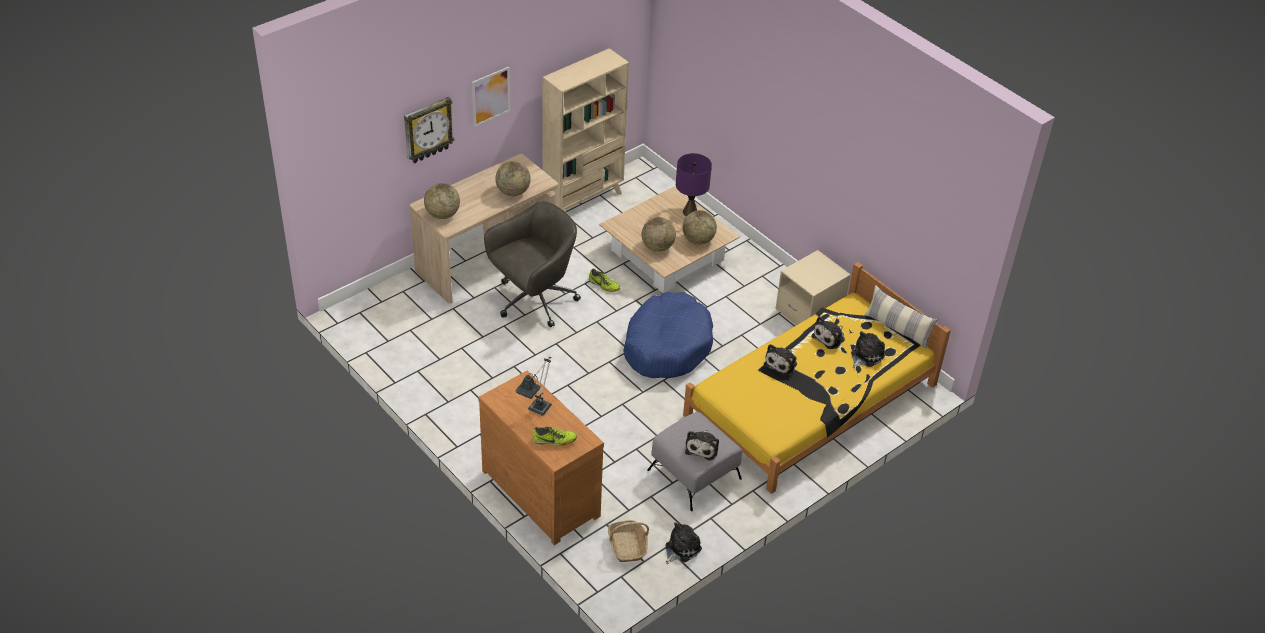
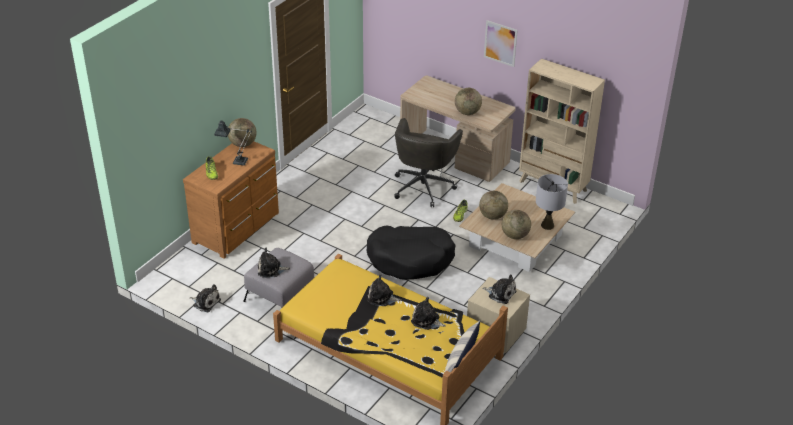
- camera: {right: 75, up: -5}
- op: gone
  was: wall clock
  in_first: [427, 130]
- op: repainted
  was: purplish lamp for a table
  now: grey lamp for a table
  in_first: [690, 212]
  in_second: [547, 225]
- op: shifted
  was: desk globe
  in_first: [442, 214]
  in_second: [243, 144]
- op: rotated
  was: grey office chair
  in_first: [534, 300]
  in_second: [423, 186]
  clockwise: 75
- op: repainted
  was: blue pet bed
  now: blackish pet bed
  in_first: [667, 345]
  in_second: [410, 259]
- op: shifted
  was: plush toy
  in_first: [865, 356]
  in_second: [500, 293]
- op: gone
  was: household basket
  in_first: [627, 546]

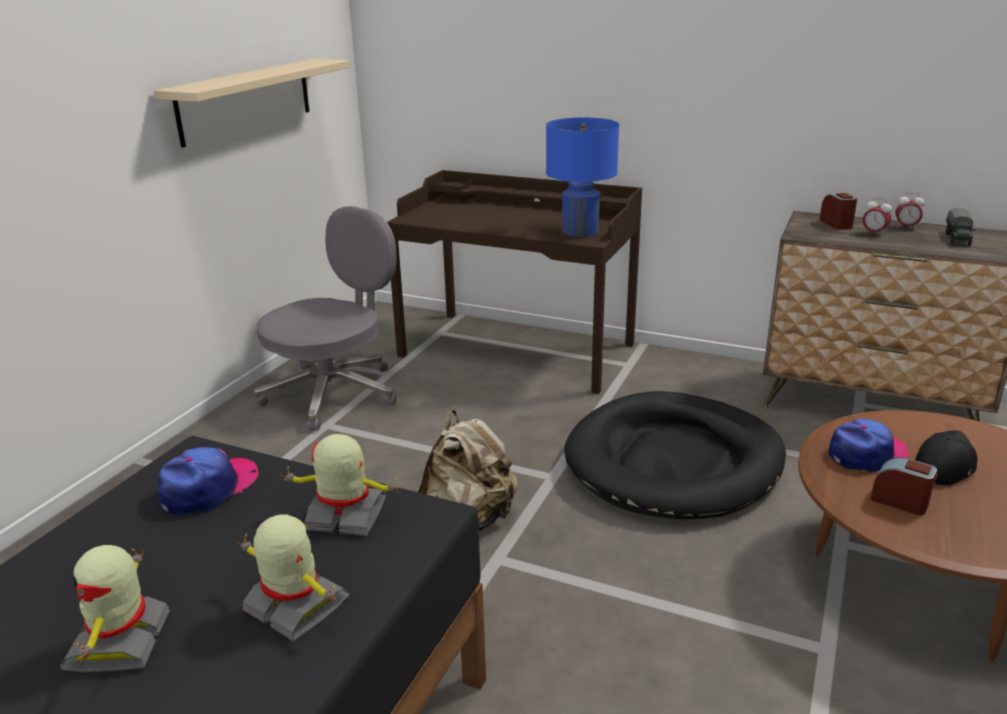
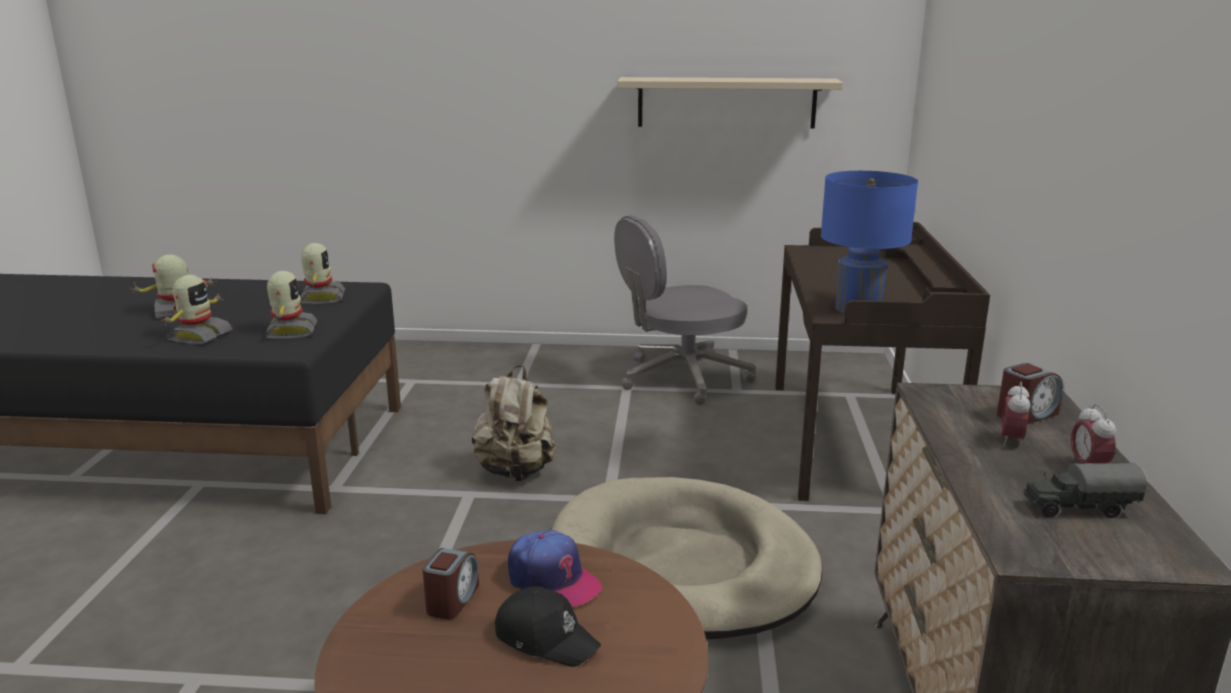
- camera: {right: 70, up: -5}
- op: rotated
  was: grey office chair
  in_first: [334, 393]
  in_second: [681, 378]
  clockwise: 135
- op: repainted
  was: blackish pet bed
  now: beige pet bed
  in_first: [674, 462]
  in_second: [682, 565]
- op: swapped
  was: peaked cap
  now: robot figure
  in_first: [209, 488]
  in_second: [321, 298]

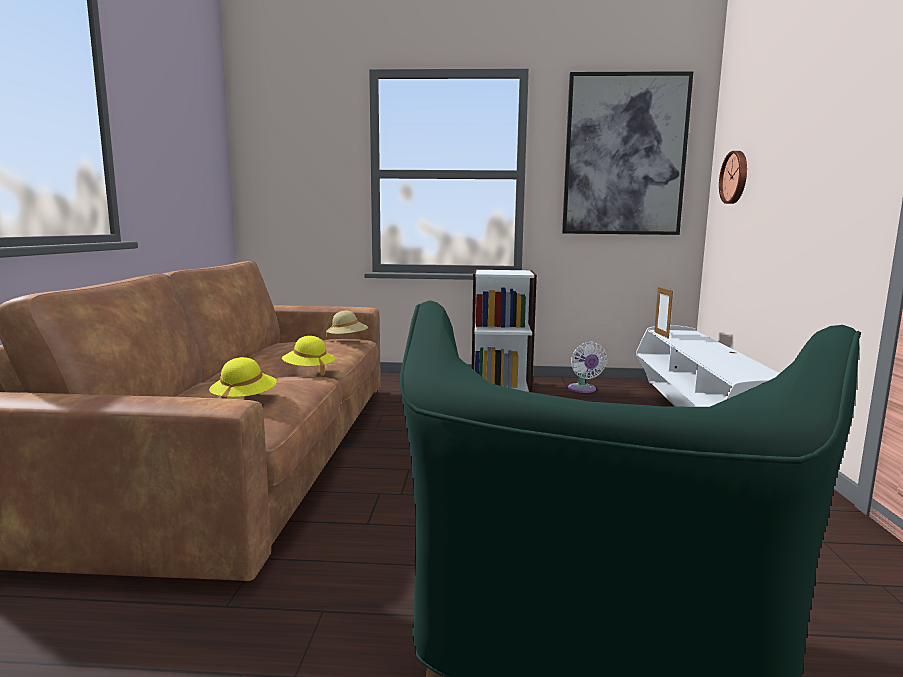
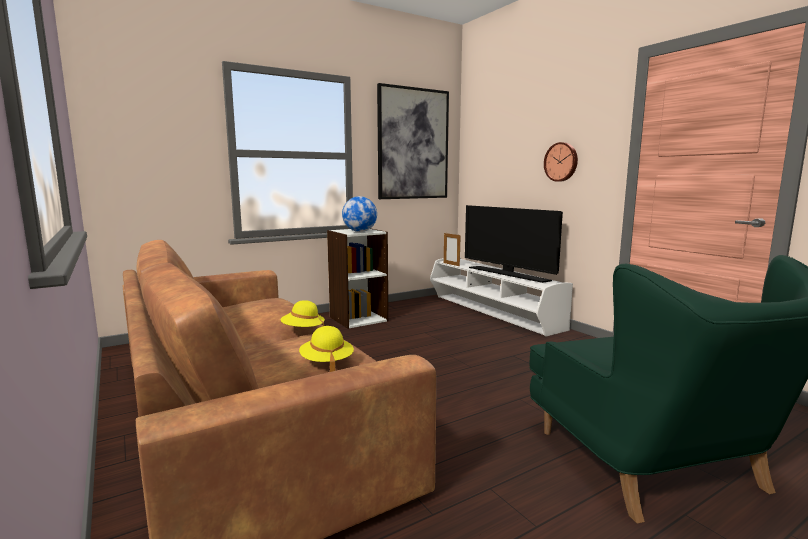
- camera: {right: -35, up: 0}
- op: shifted
  was: wall clock
  in_first: [735, 177]
  in_second: [561, 162]
- op: gone
  was: beige clothing hat
  in_first: [347, 339]
- op: gone
  was: whitish cooling fan
  in_first: [583, 390]
- op: new
  now: desk globe
  in_second: [360, 231]
- op: new
  now: television
  in_second: [508, 274]

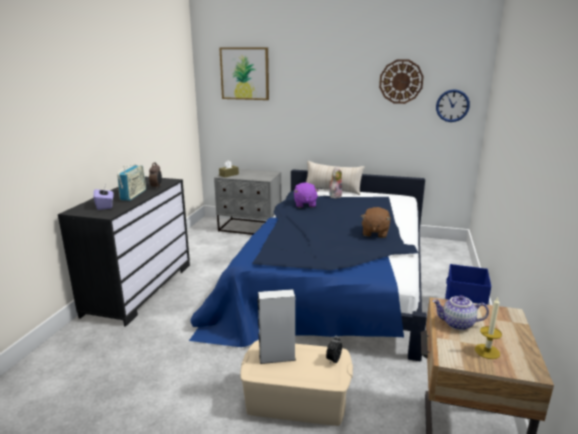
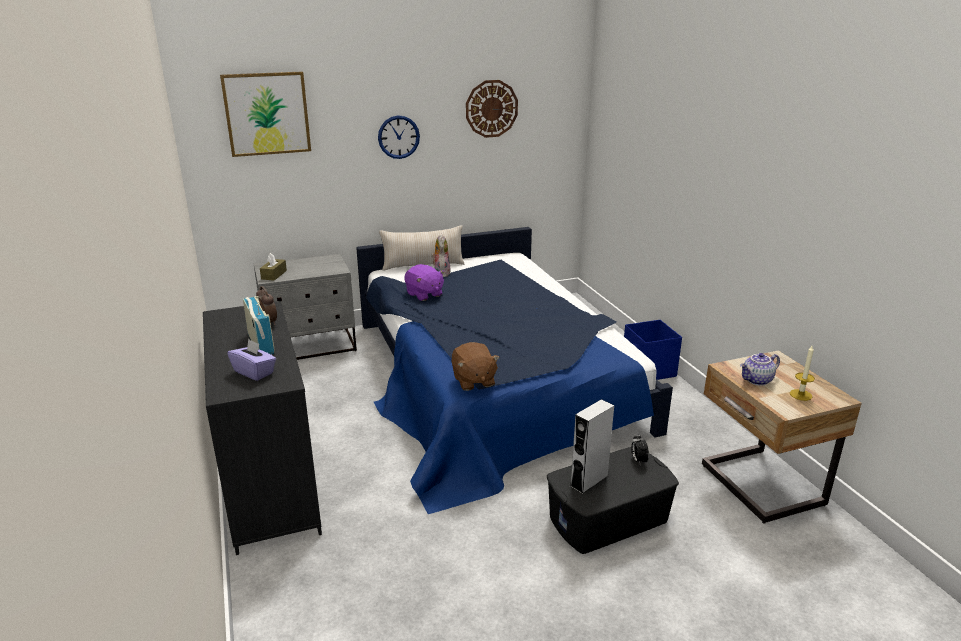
- camera: {right: -35, up: 5}
- op: shifted
  was: wall clock
  in_first: [452, 105]
  in_second: [398, 137]
- op: shifted
  was: brown plush toy
  in_first: [374, 233]
  in_second: [473, 381]
- op: repainted
  was: beige storage box
  now: blackish storage box
  in_first: [296, 400]
  in_second: [609, 519]

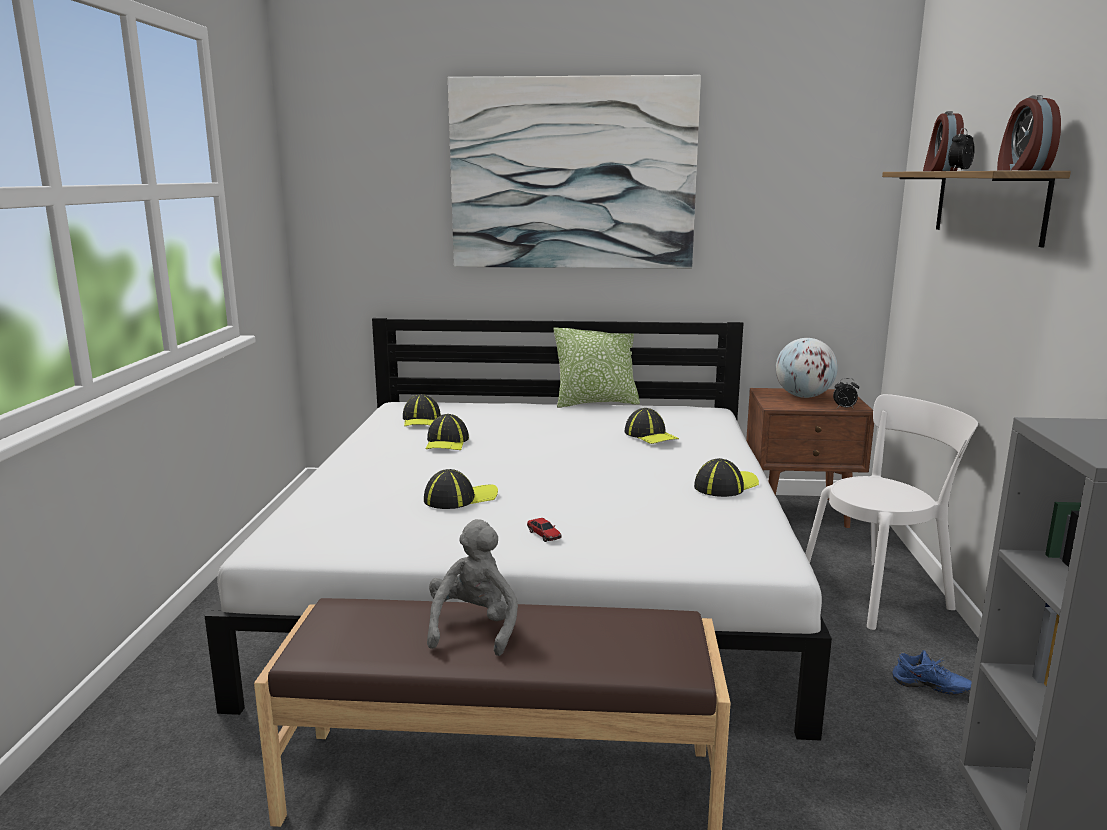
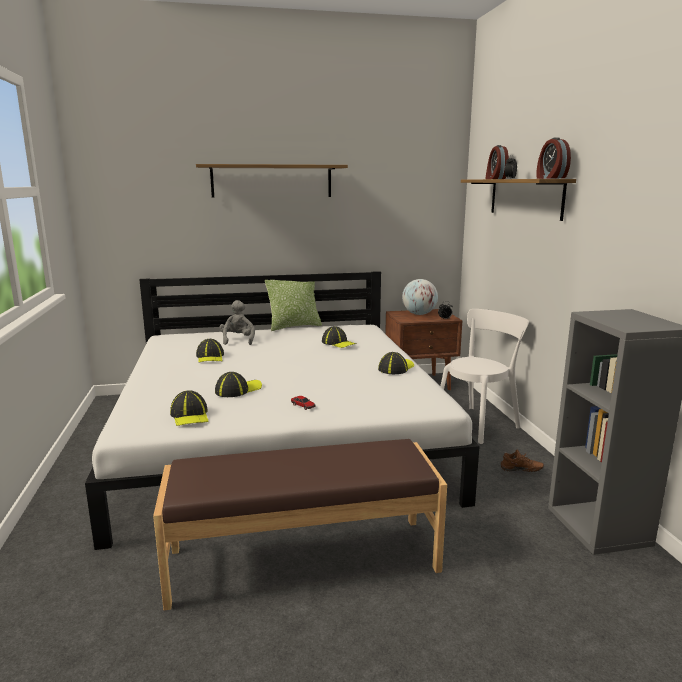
- camera: {right: -15, up: 0}
- op: swapped
  was: wall art
  now: bracket shelf
  in_first: [572, 174]
  in_second: [272, 181]
- op: shifted
  was: peaked cap
  in_first: [421, 420]
  in_second: [190, 416]
- op: shifted
  was: grey plush toy
  in_first: [474, 627]
  in_second: [238, 340]
- op: repainted
  was: blue low shoe
  now: brown low shoe
  in_first: [929, 689]
  in_second: [521, 470]

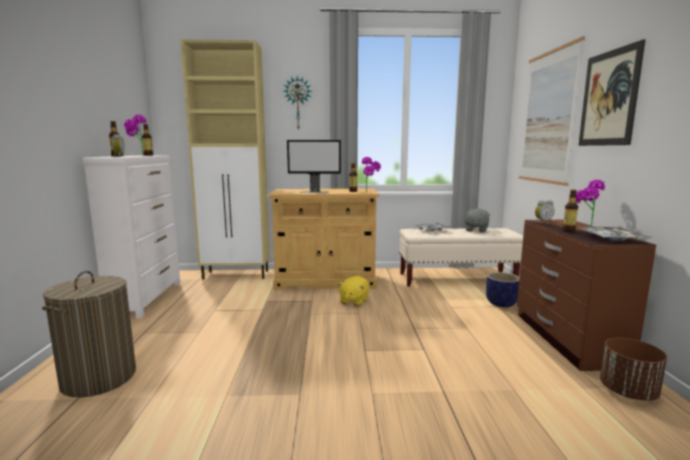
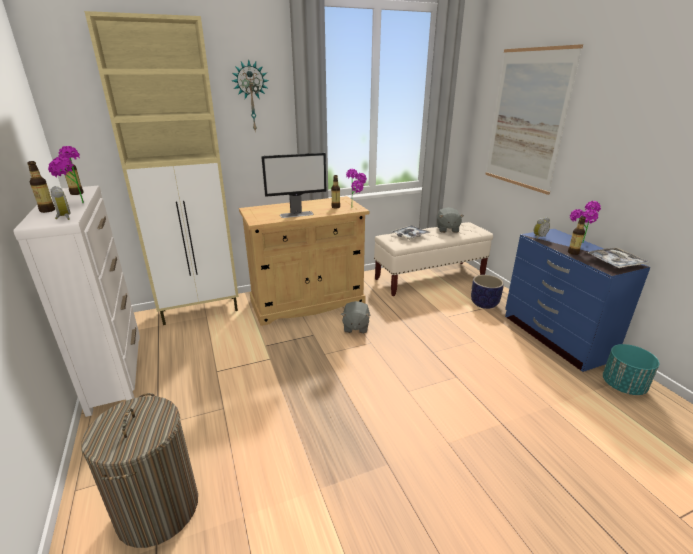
- camera: {right: -20, up: 15}
- op: gone
  was: wall art
  in_first: [608, 98]
- op: repainted
  was: brown drawer chest
  now: blue drawer chest
  in_first: [566, 339]
  in_second: [555, 337]
- op: repainted
  was: yellowish plush toy
  now: grey plush toy
  in_first: [353, 301]
  in_second: [355, 327]
- op: repainted
  was: brown planter
  now: turquoise-coloured planter
  in_first: [628, 392]
  in_second: [623, 386]

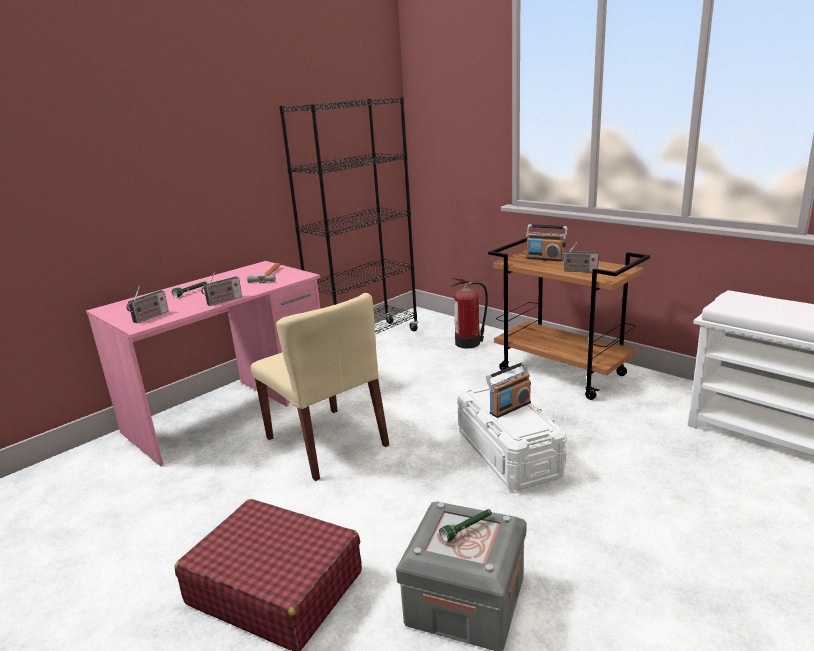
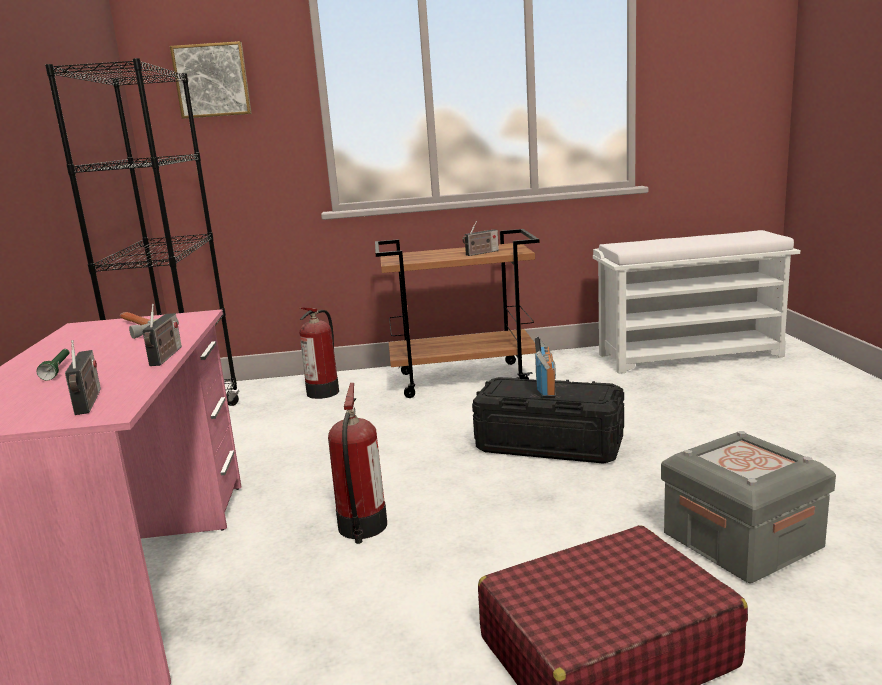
- camera: {right: -50, up: -5}
- op: gone
  was: radio
  in_first: [545, 258]
- op: swapped
  was: beige upright chair
  now: fire extinguisher
  in_first: [327, 442]
  in_second: [362, 527]
- op: repainted
  was: whitish storage box
  now: blackish storage box
  in_first: [508, 453]
  in_second: [549, 444]
- op: gone
  was: greenish flashlight
  in_first: [467, 529]
- op: new
  now: wall art
  in_second: [212, 80]

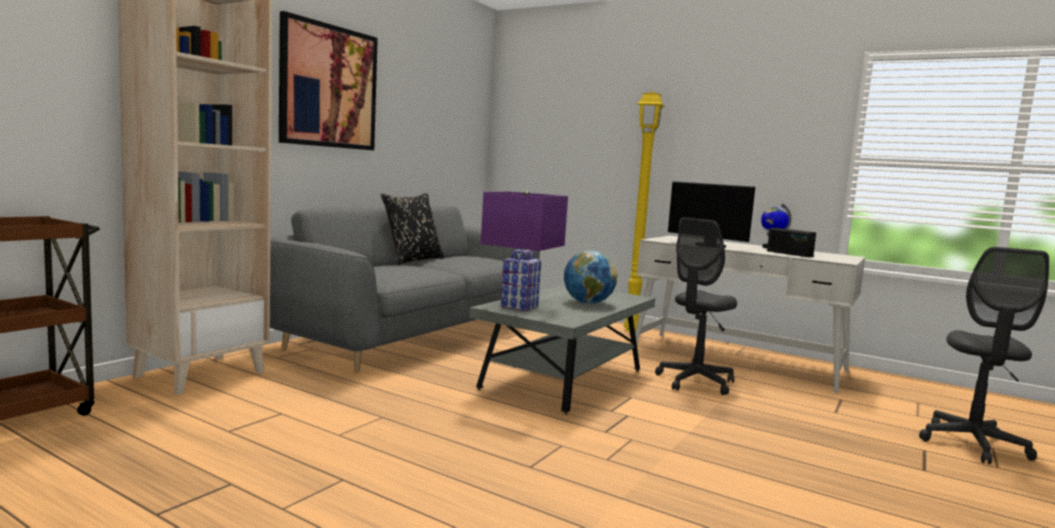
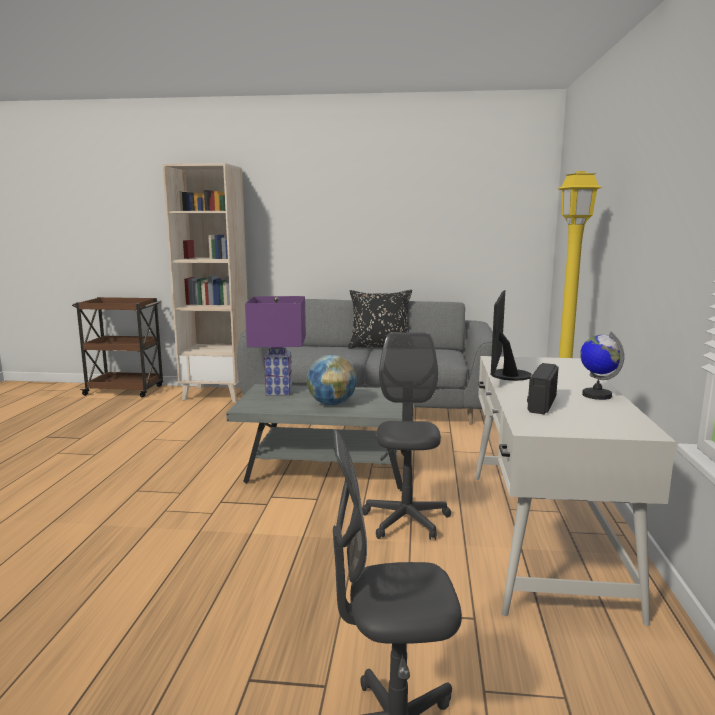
- camera: {right: 65, up: 5}
- op: gone
  was: wall art
  in_first: [329, 87]
- op: rotated
  was: grey office chair
  in_first: [695, 382]
  in_second: [406, 520]
  clockwise: 75

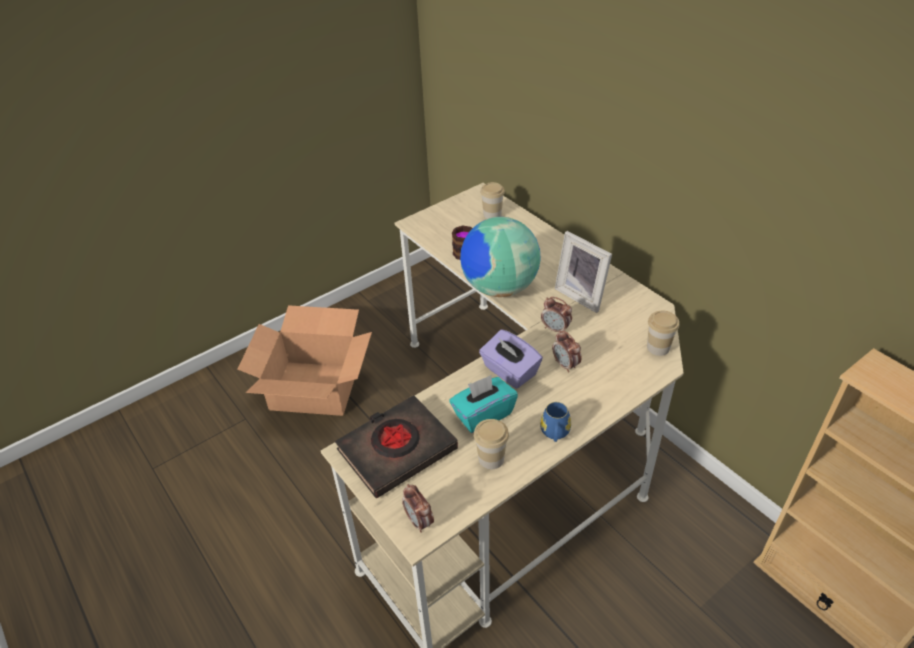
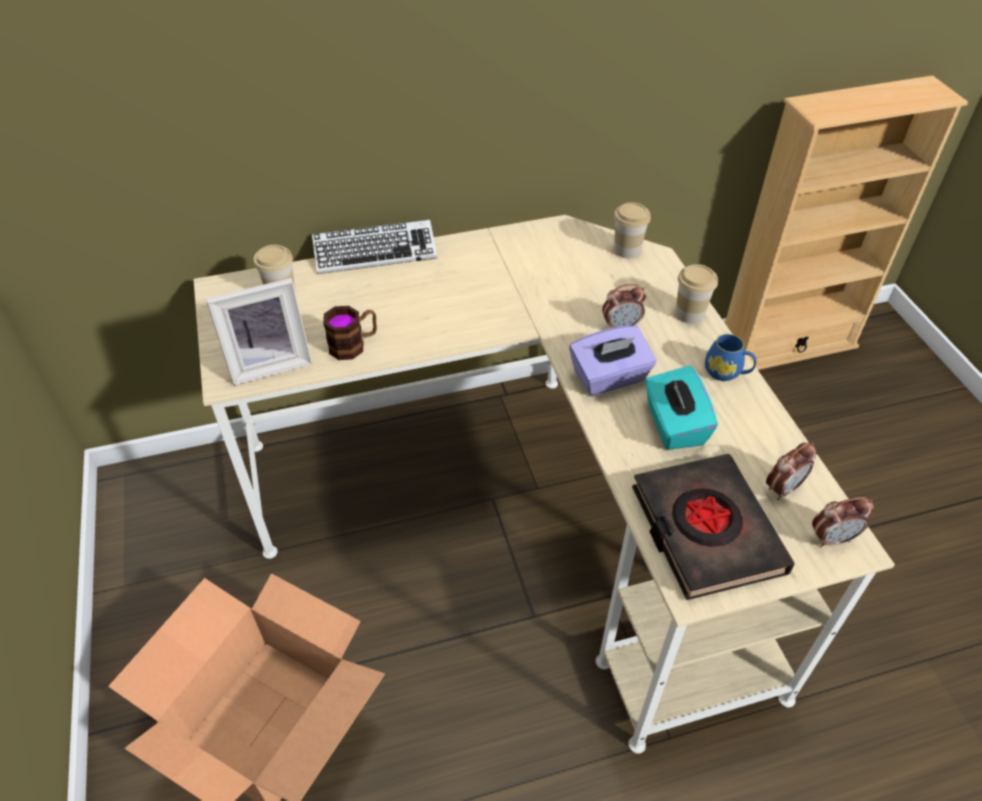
- camera: {right: -70, up: 5}
- op: gone
  was: desk globe
  in_first: [499, 287]
- op: shifted
  was: picture frame
  in_first: [582, 295]
  in_second: [269, 363]
- op: shifted
  was: table clock
  in_first: [555, 329]
  in_second: [783, 488]
- op: shifted
  was: cup
  in_first: [491, 459]
  in_second: [689, 314]
- op: new
  now: computer keyboard
  in_second: [375, 253]

